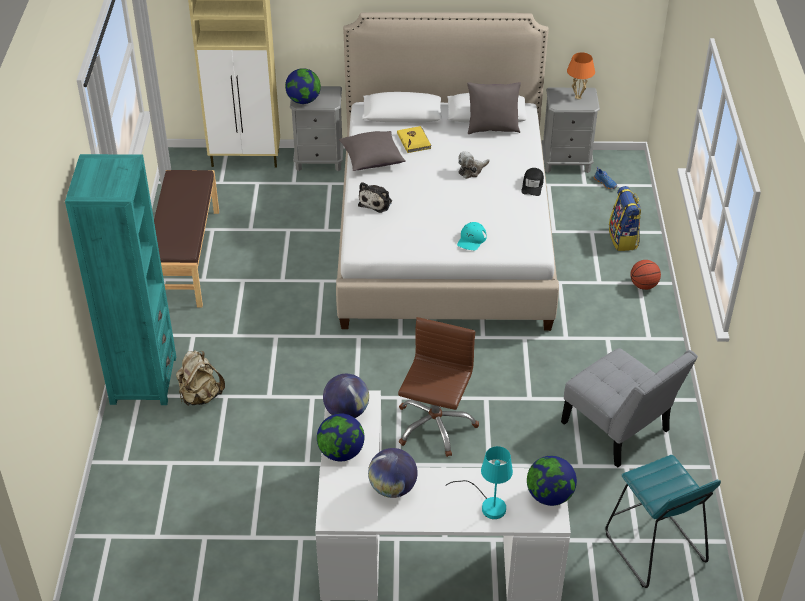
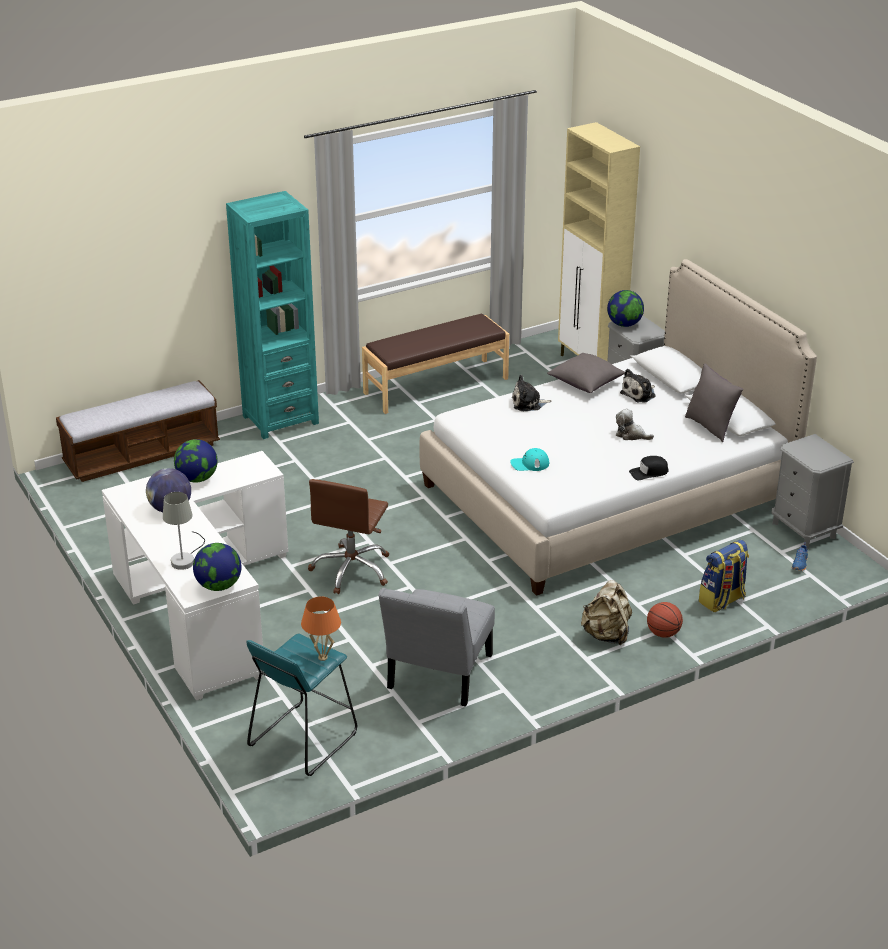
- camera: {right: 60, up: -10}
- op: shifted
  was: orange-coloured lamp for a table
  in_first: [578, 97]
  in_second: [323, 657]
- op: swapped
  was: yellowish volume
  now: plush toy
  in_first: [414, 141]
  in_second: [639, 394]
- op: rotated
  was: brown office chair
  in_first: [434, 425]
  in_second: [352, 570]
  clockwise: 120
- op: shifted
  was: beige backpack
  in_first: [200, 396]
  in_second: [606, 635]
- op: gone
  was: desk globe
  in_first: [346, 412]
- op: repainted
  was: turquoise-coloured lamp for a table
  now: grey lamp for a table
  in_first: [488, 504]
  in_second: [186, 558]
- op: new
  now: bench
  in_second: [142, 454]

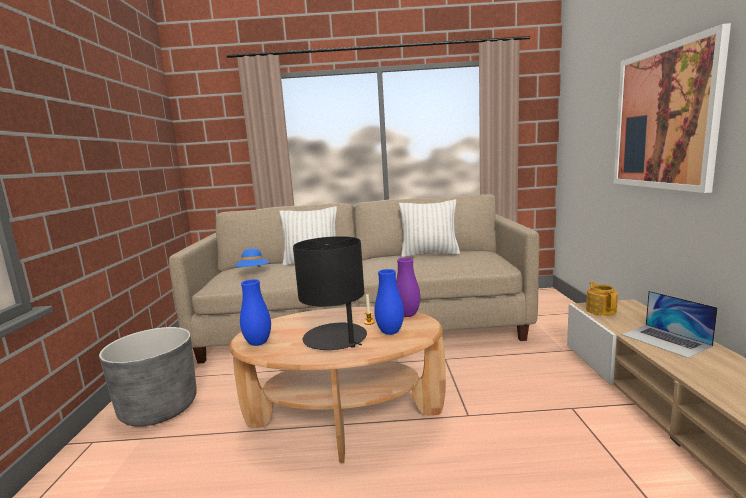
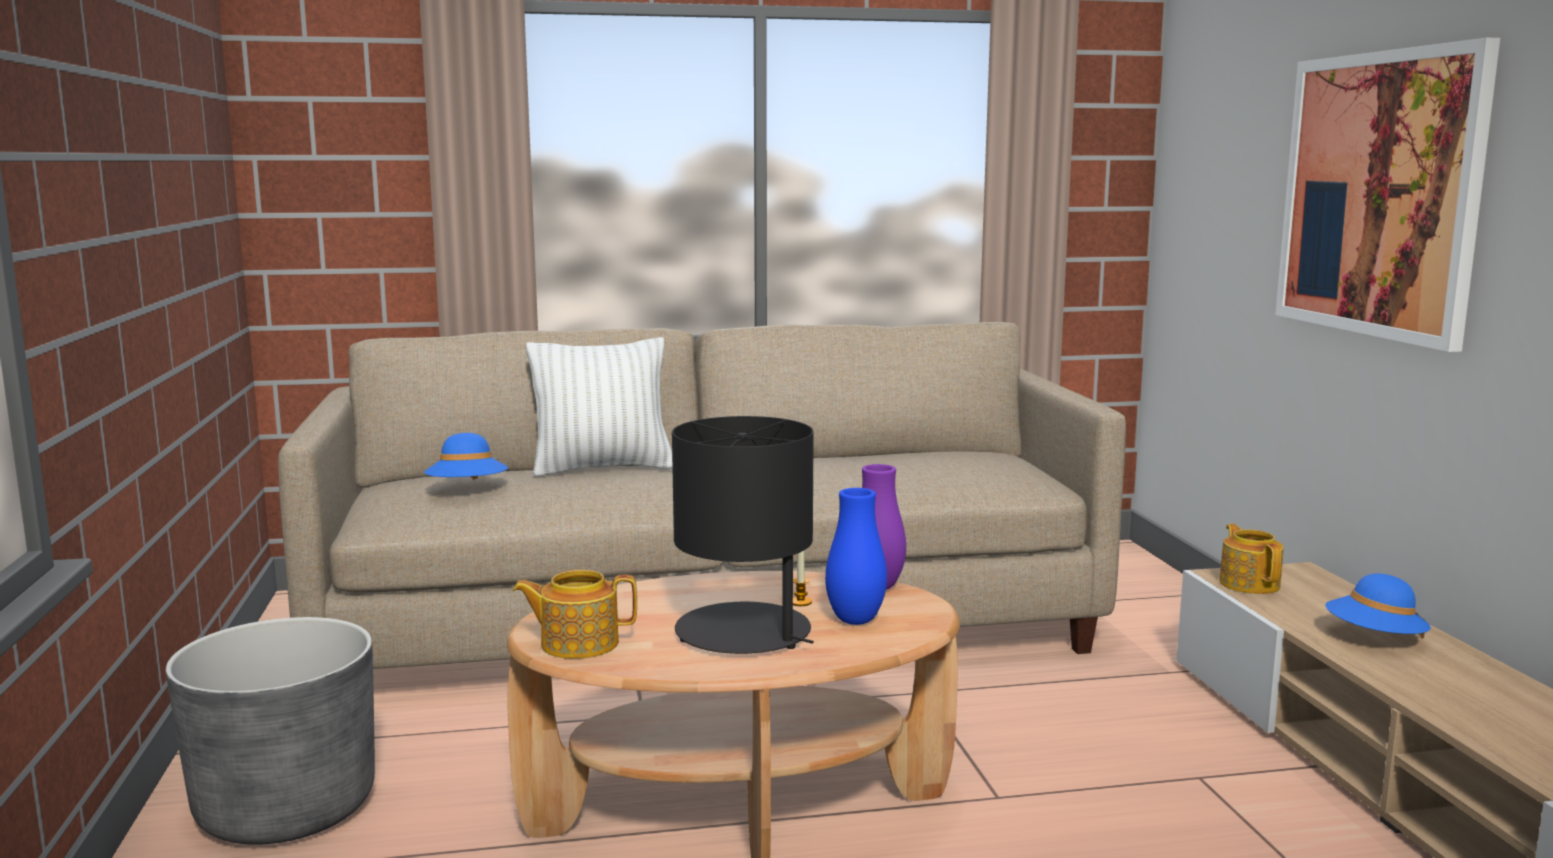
- camera: {right: -10, up: 0}
- op: gone
  was: whitish throw pillow
  in_first: [429, 254]
- op: swapped
  was: blue vase
  now: teapot
  in_first: [258, 343]
  in_second: [578, 643]
- op: swapped
  was: laptop
  now: blue clothing hat
  in_first: [665, 340]
  in_second: [1374, 639]

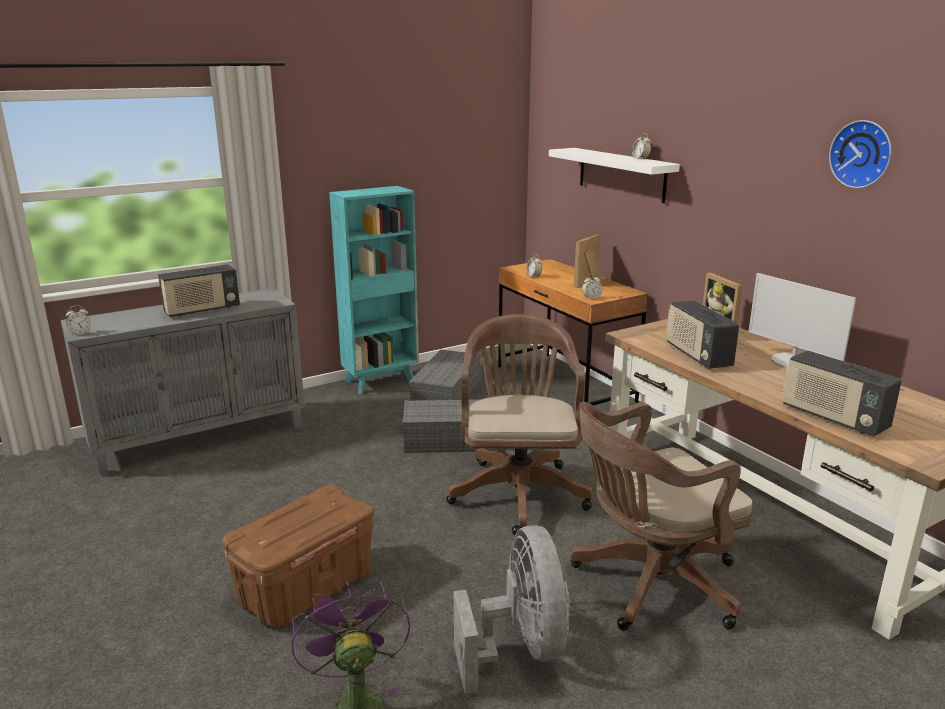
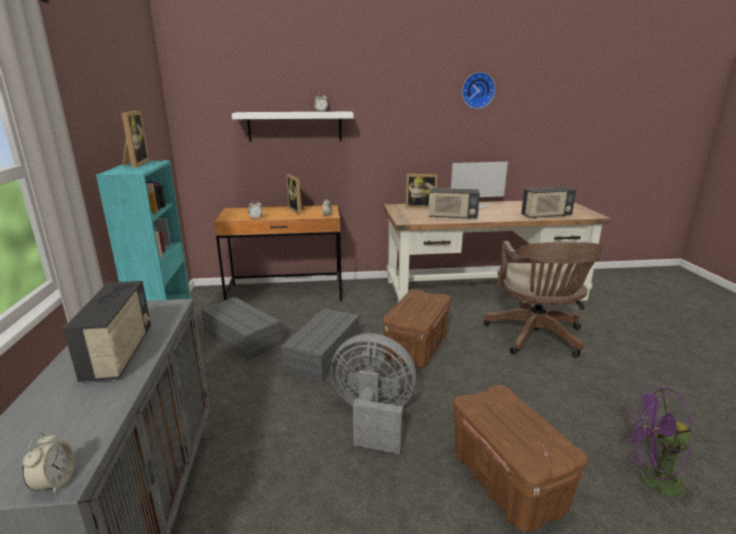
- camera: {right: -65, up: 0}
- op: swapped
  was: brown office chair
  now: brown storage box
  in_first: [518, 490]
  in_second: [416, 348]
- op: shifted
  was: grey cooling fan
  in_first: [520, 648]
  in_second: [373, 417]
- op: new
  now: picture frame
  in_second: [135, 164]

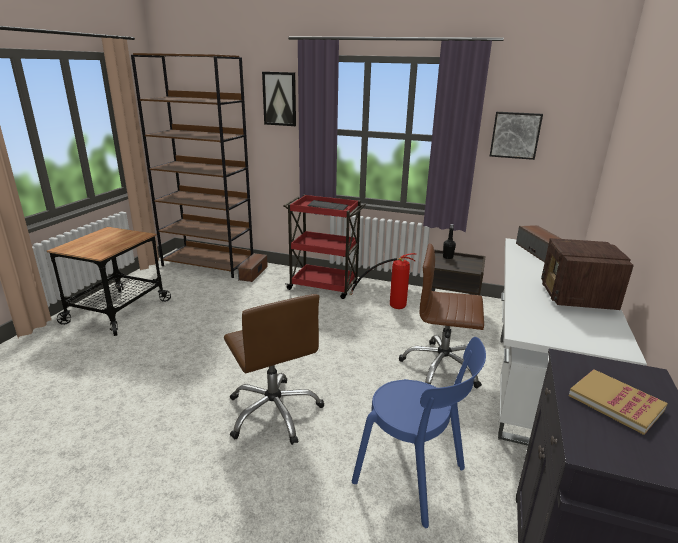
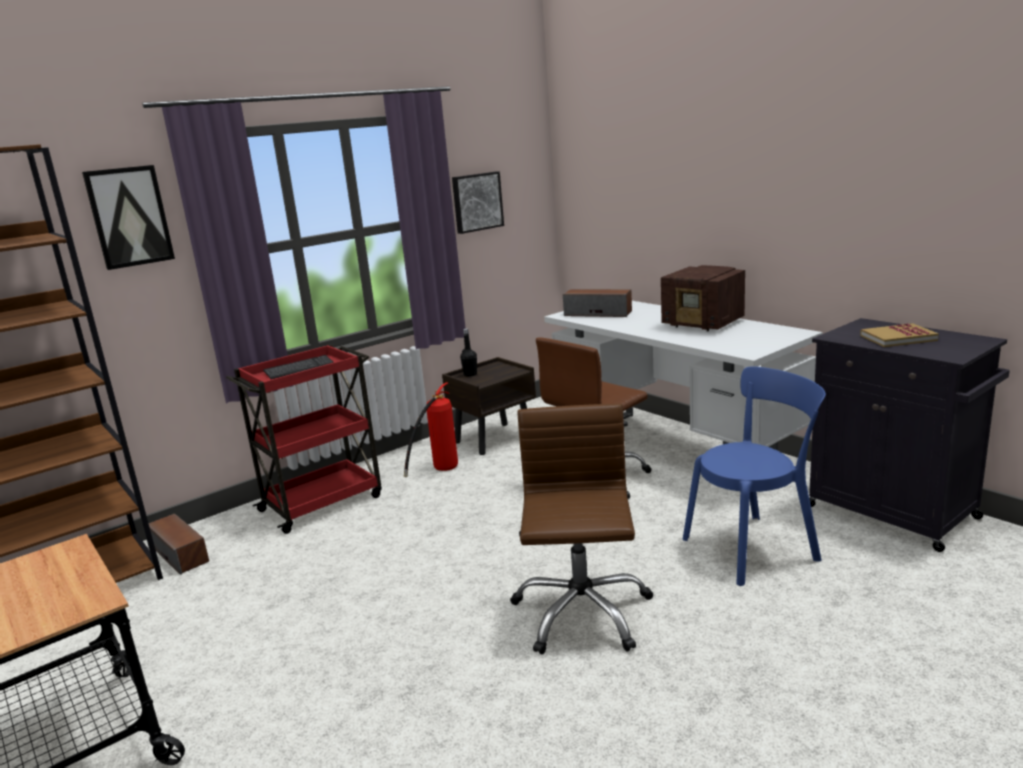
- camera: {right: -55, up: -5}
- op: rotated
  was: brown office chair
  in_first: [274, 412]
  in_second: [581, 612]
  clockwise: -90

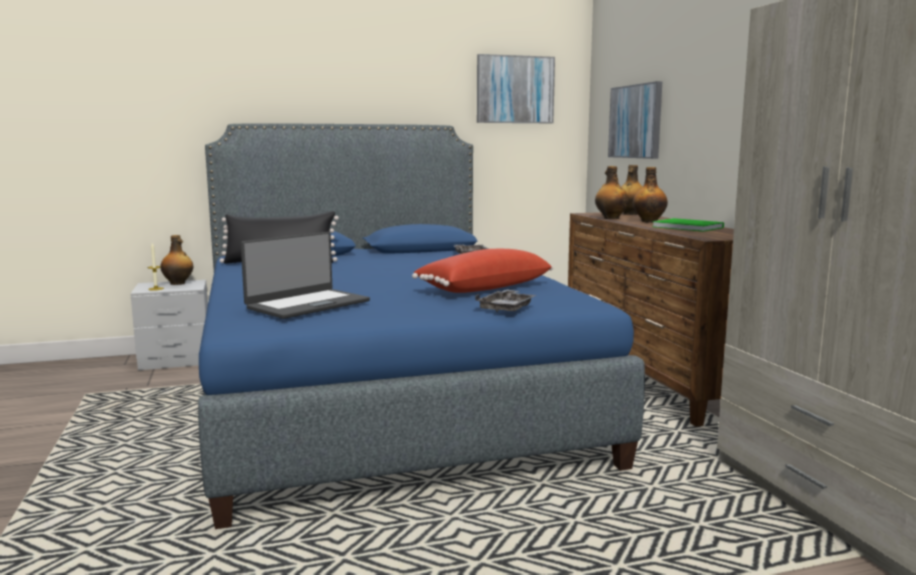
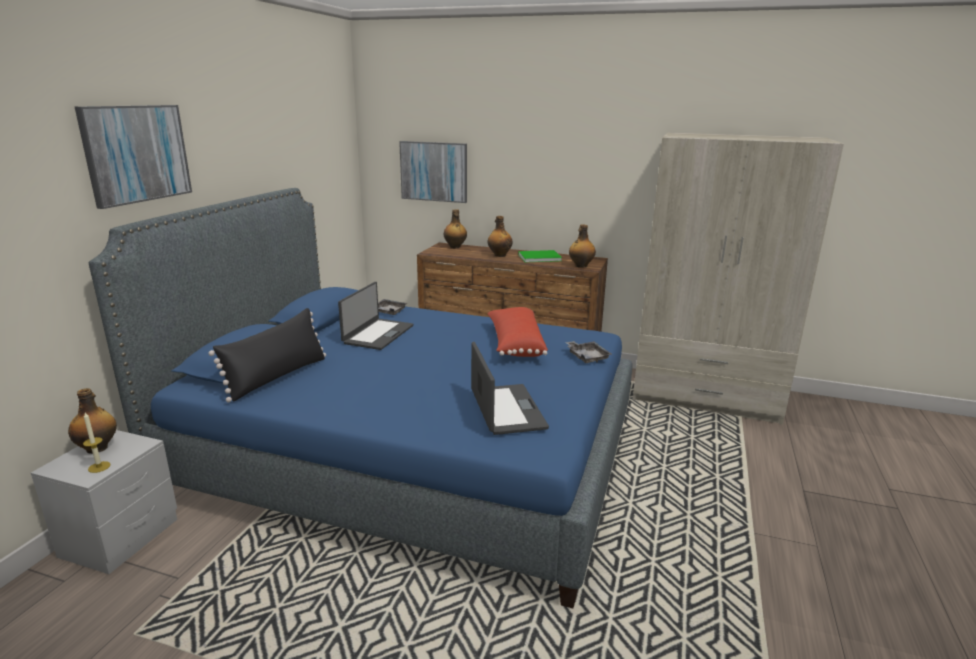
- camera: {right: -55, up: 10}
- op: shifted
  was: wall art
  in_first: [515, 89]
  in_second: [136, 153]
- op: shifted
  was: drink bottle
  in_first: [610, 218]
  in_second: [580, 266]
- op: new
  now: laptop
  in_second: [377, 334]

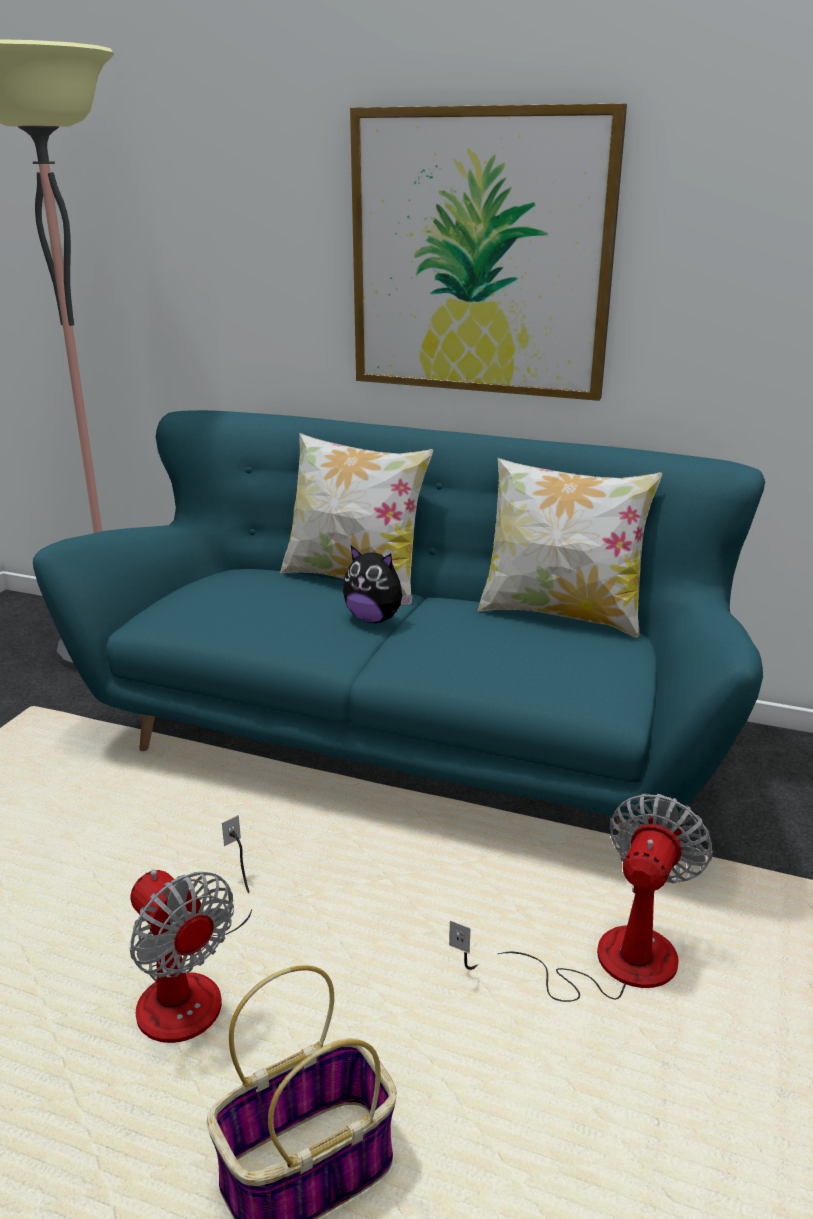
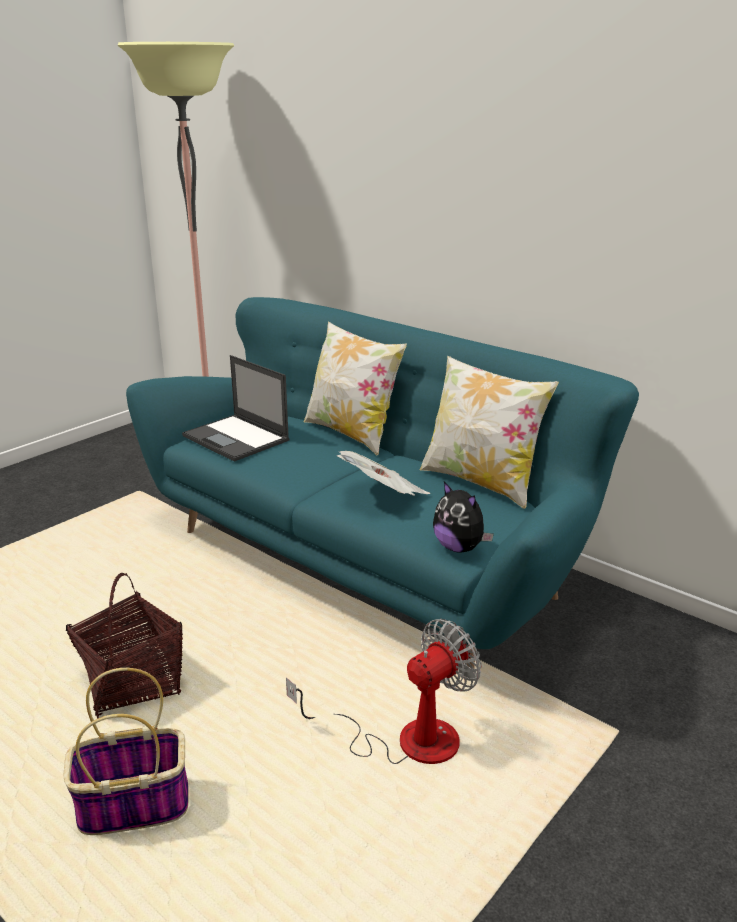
- camera: {right: 20, up: 0}
- op: gone
  was: wall art
  in_first: [480, 255]
- op: shifted
  was: plush toy
  in_first: [375, 619]
  in_second: [459, 548]
- op: swapped
  was: cooling fan
  now: household basket
  in_first: [192, 984]
  in_second: [132, 682]
- op: new
  now: laptop
  in_second: [237, 438]
- op: new
  now: newspaper
  in_second: [383, 496]

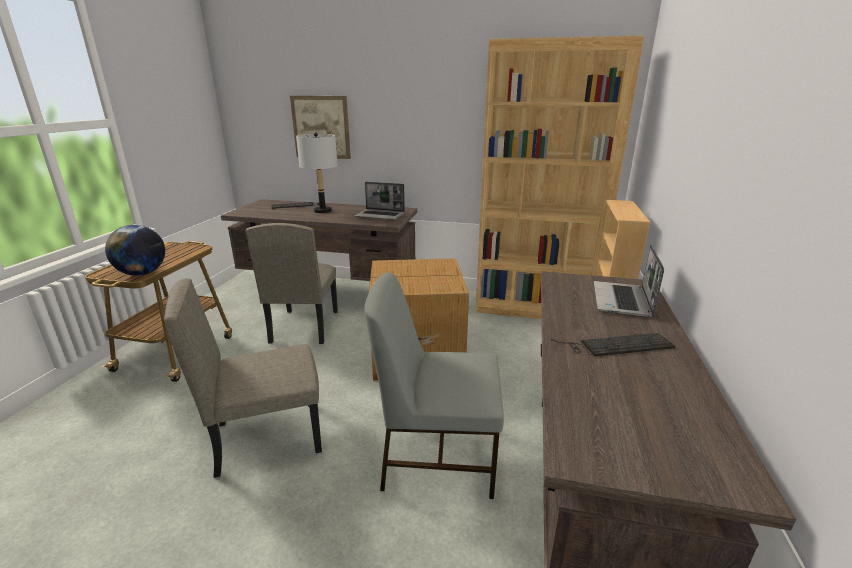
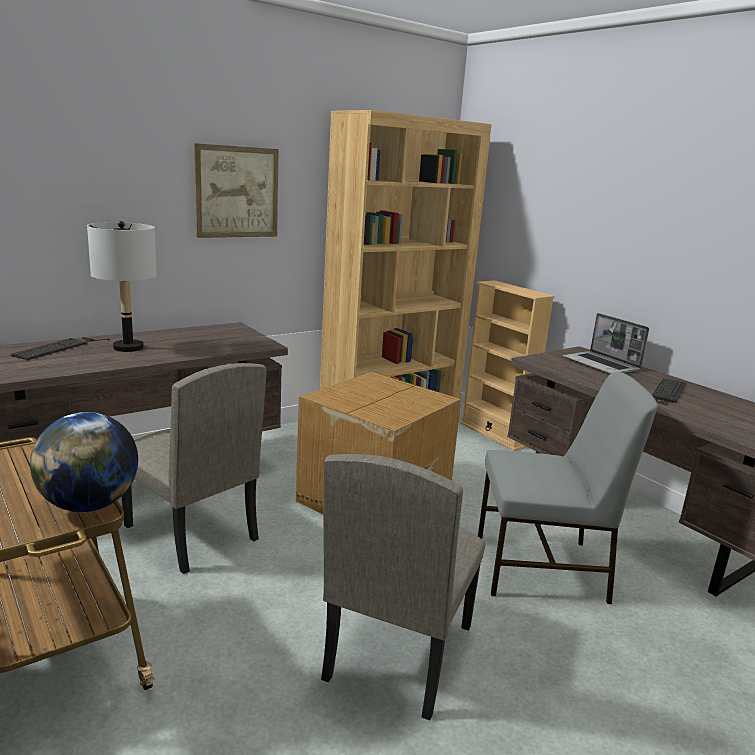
- camera: {right: -50, up: -5}
- op: shifted
  was: wall art
  in_first: [321, 127]
  in_second: [237, 192]
- op: gone
  was: laptop
  in_first: [381, 215]
- op: rotated
  was: grey upright chair
  in_first: [436, 455]
  in_second: [543, 568]
  clockwise: -135

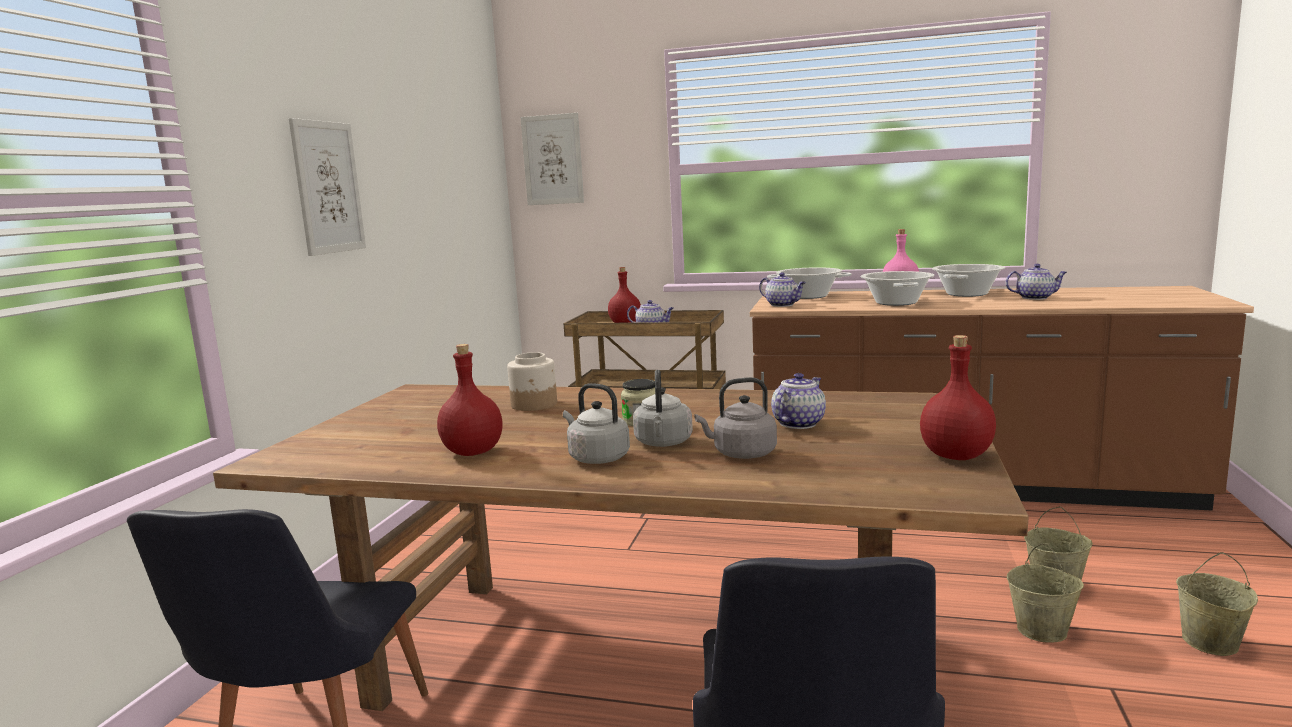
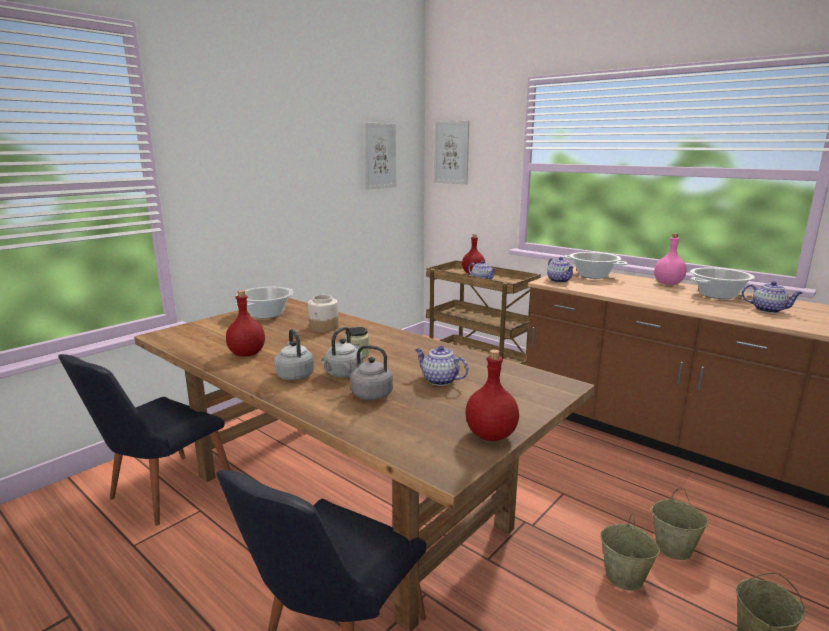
- camera: {right: 25, up: 5}
- op: shifted
  was: wall art
  in_first: [328, 187]
  in_second: [379, 156]
- op: shifted
  was: saucepot
  in_first: [896, 302]
  in_second: [267, 314]
- op: rotated
  was: teapot
  in_first: [798, 423]
  in_second: [439, 380]
  clockwise: -120

